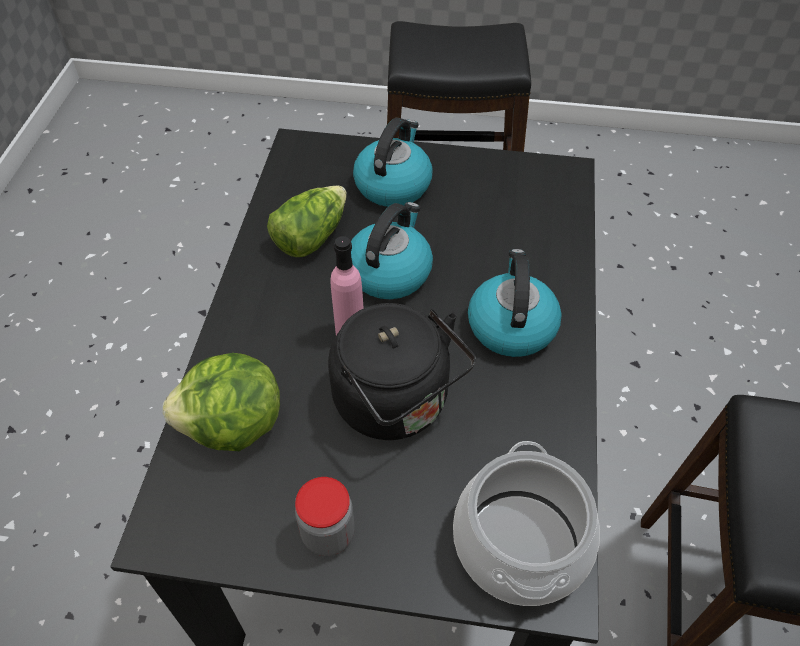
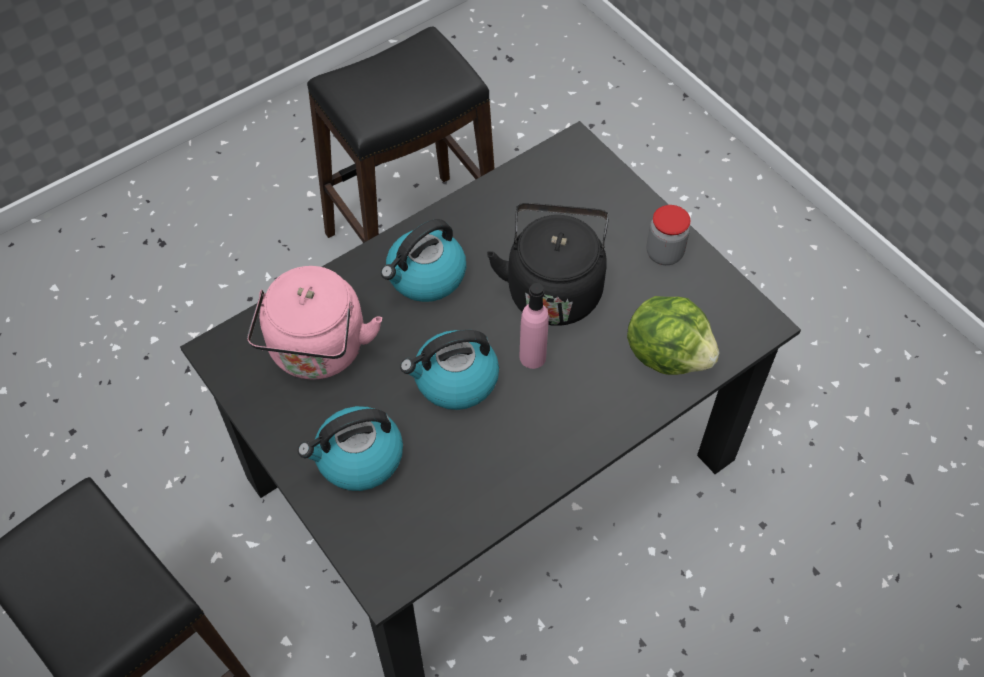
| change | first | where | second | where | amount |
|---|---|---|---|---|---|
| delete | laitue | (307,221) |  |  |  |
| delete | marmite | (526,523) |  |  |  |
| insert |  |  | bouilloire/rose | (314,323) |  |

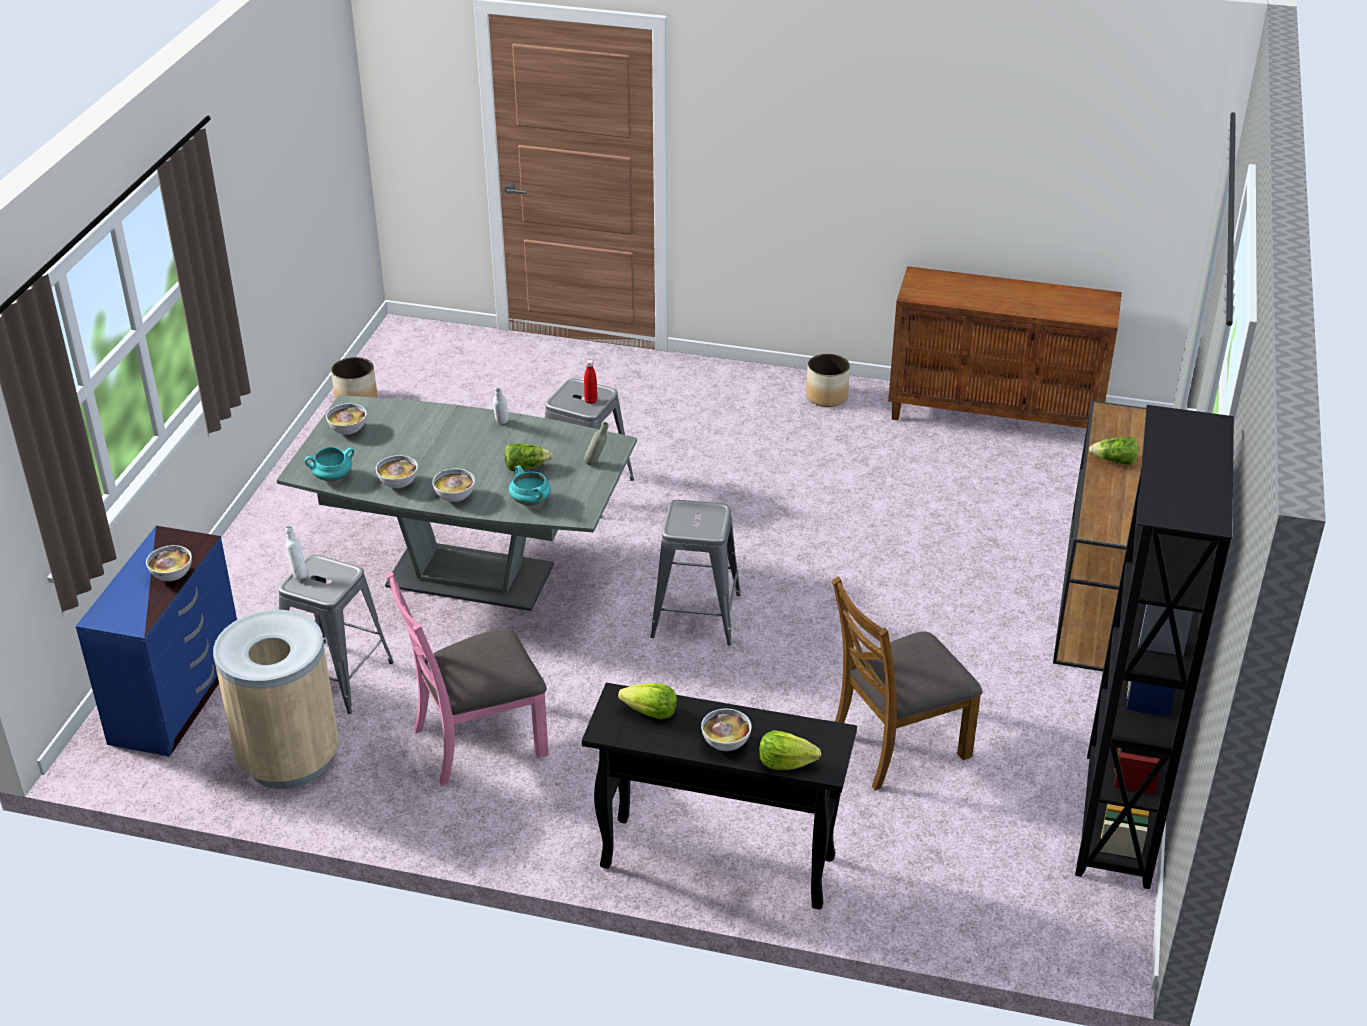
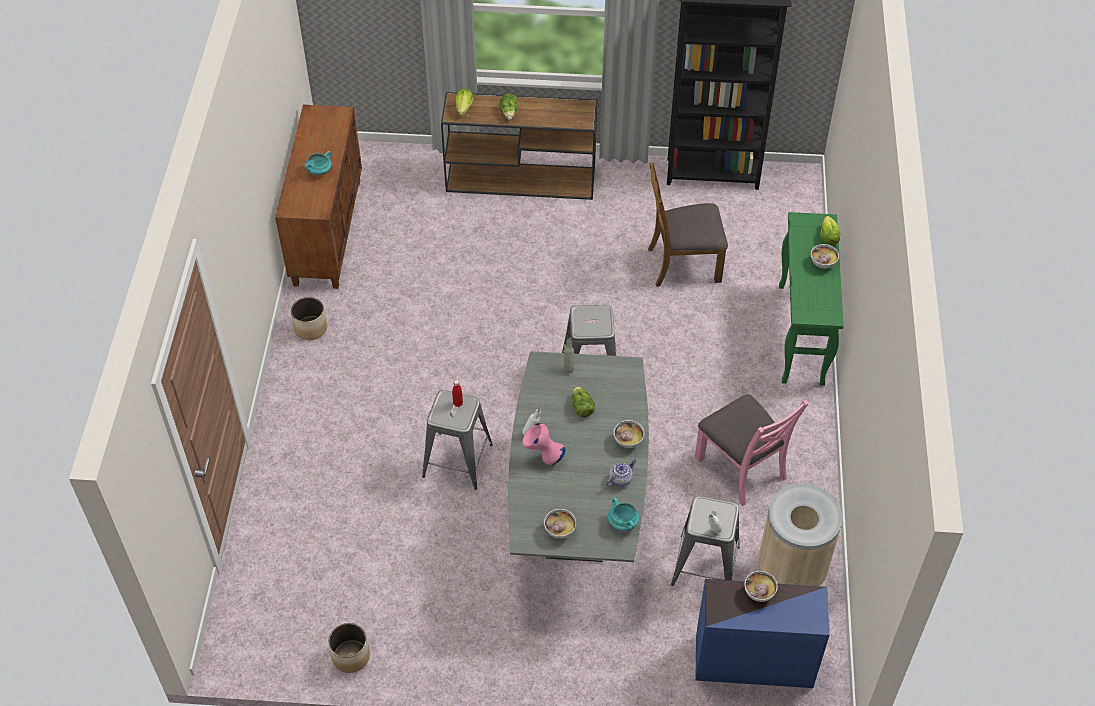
| change | first | where | second | where | amount |
|---|---|---|---|---|---|
| replace | bol | (397,471) | théière | (621,473) |  |
| move | marmite/turquoise | (530,485) |  | (318,163) |  |
| rotate | chaise/marron | (907,684) |  | (688,225) | 120 degrees clockwise |
| recolor | table console/noir | (719,796) | table console/vert | (811,299) |  |
| move | laitue | (647,701) |  | (464,101) |  |
| insert |  |  | vase/rose | (544,444) |  |

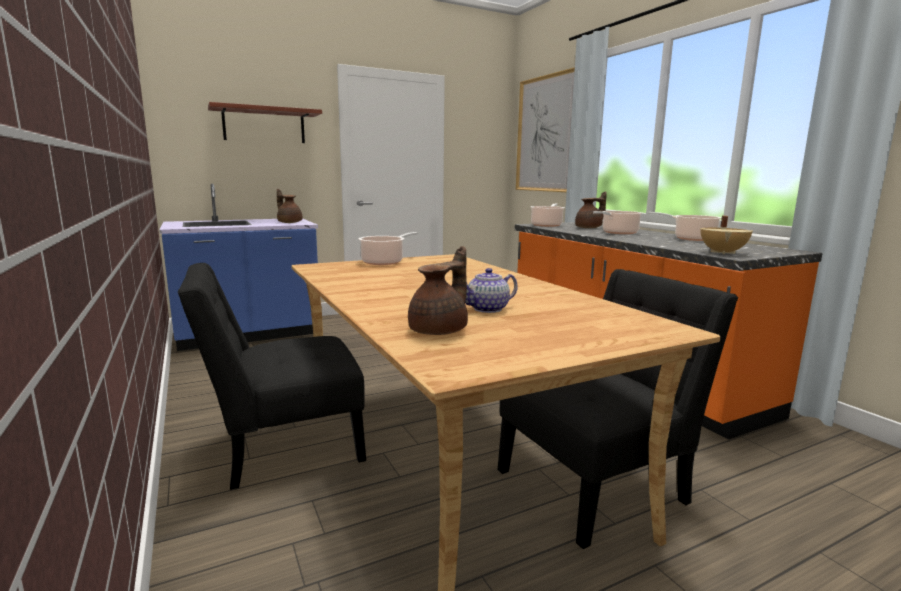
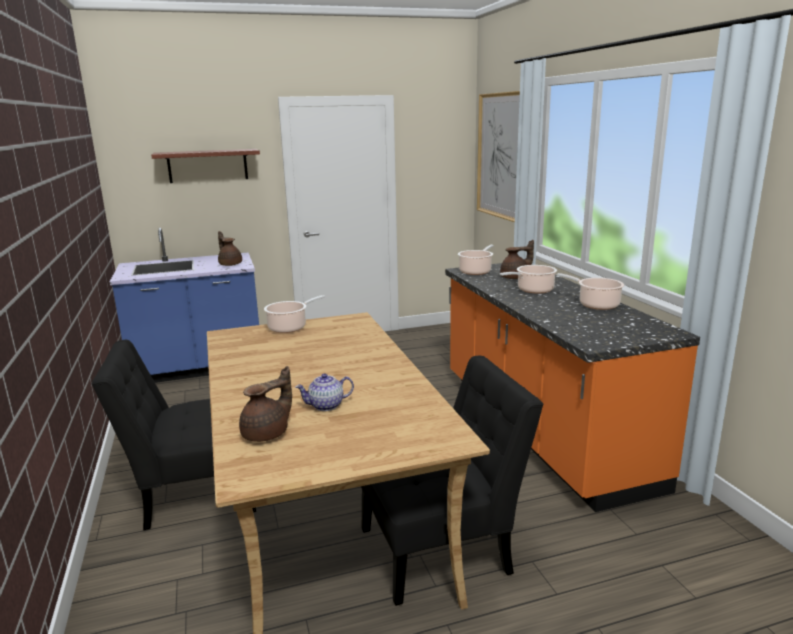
| change | first | where | second | where | amount |
|---|---|---|---|---|---|
| delete | marmite/beige | (726,235) |  |  |  |

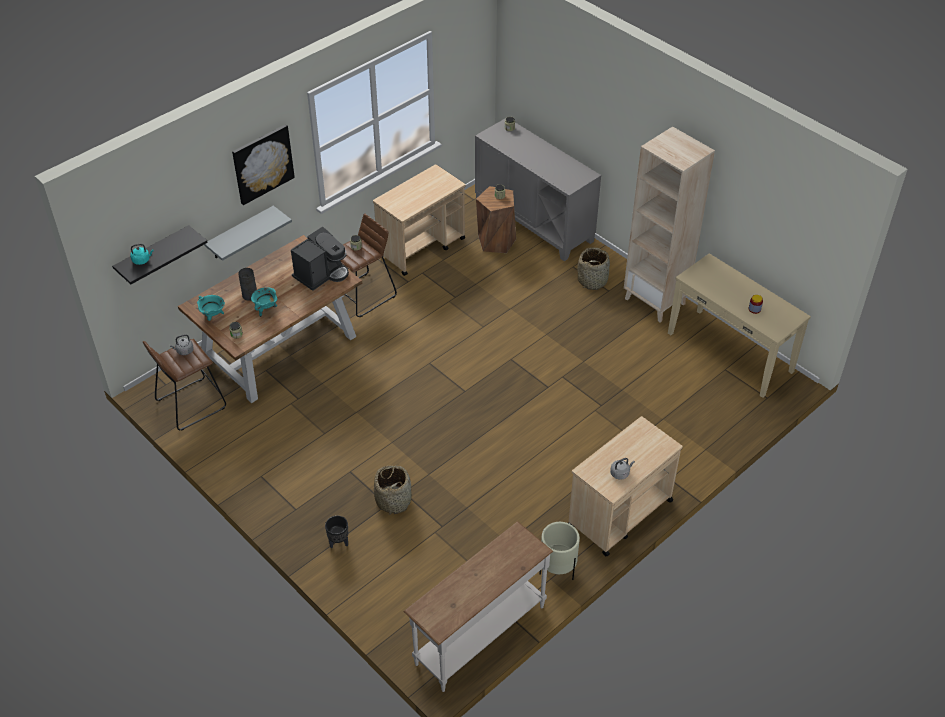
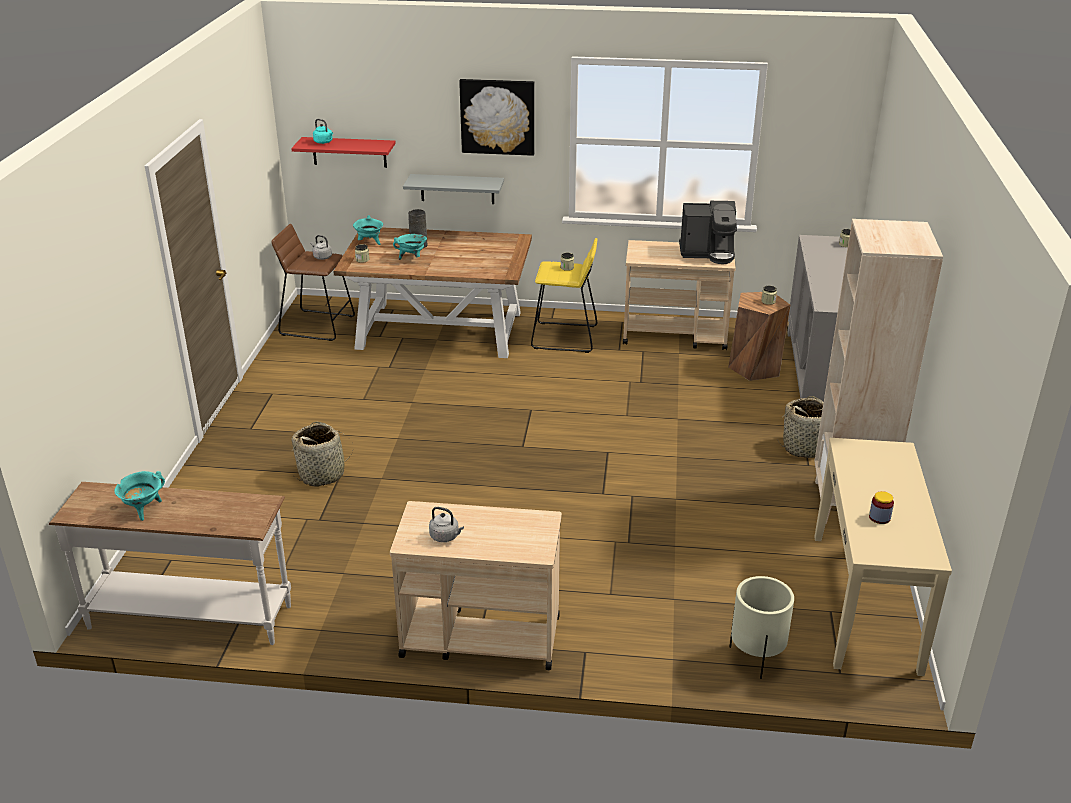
| change | first | where | second | where | amount |
|---|---|---|---|---|---|
| recolor | tabouret/marron | (369,265) | tabouret/jaune | (564,295) |  |
| recolor | étagère/noir | (160,254) | étagère/rouge | (343,152) |  |
| move | machine à café | (320,259) |  | (708,232) |  |
| delete | cache-pot/noir | (336,532) |  |  |  |
| move | cache-pot/beige | (560,551) |  | (762,627) |  |
| insert |  |  | marmite/turquoise | (139,496) |  |

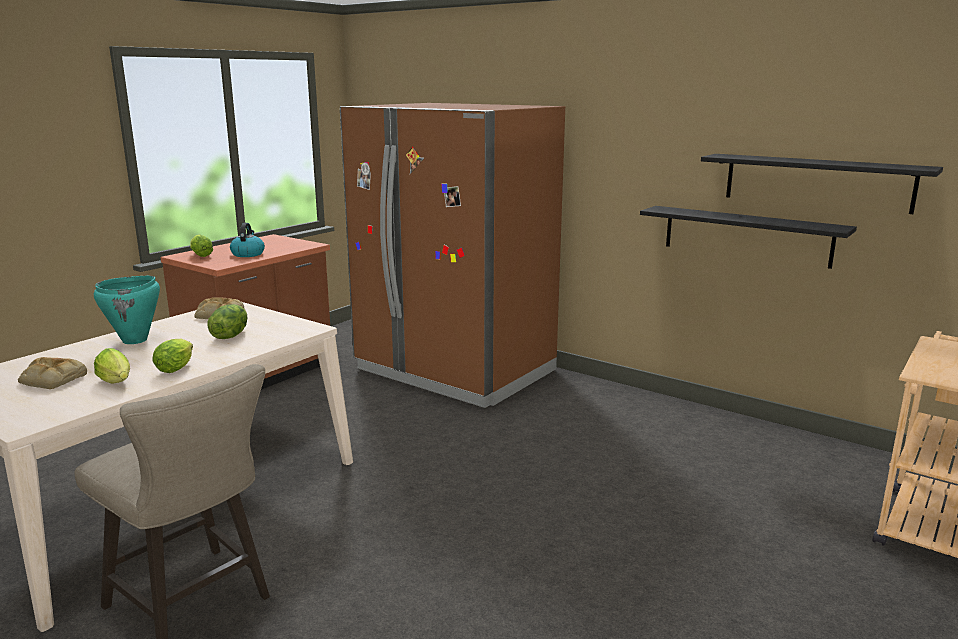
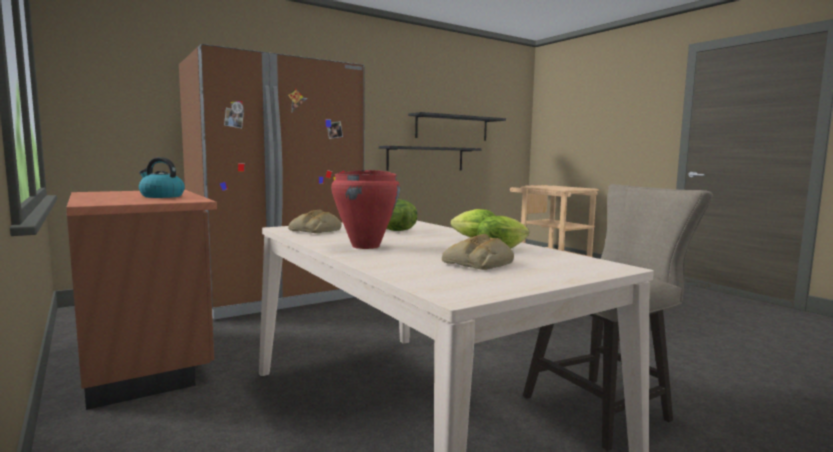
| change | first | where | second | where | amount |
|---|---|---|---|---|---|
| delete | laitue | (201,245) |  |  |  |
| recolor | marmite/turquoise | (127,310) | marmite/rouge | (365,209) |  |

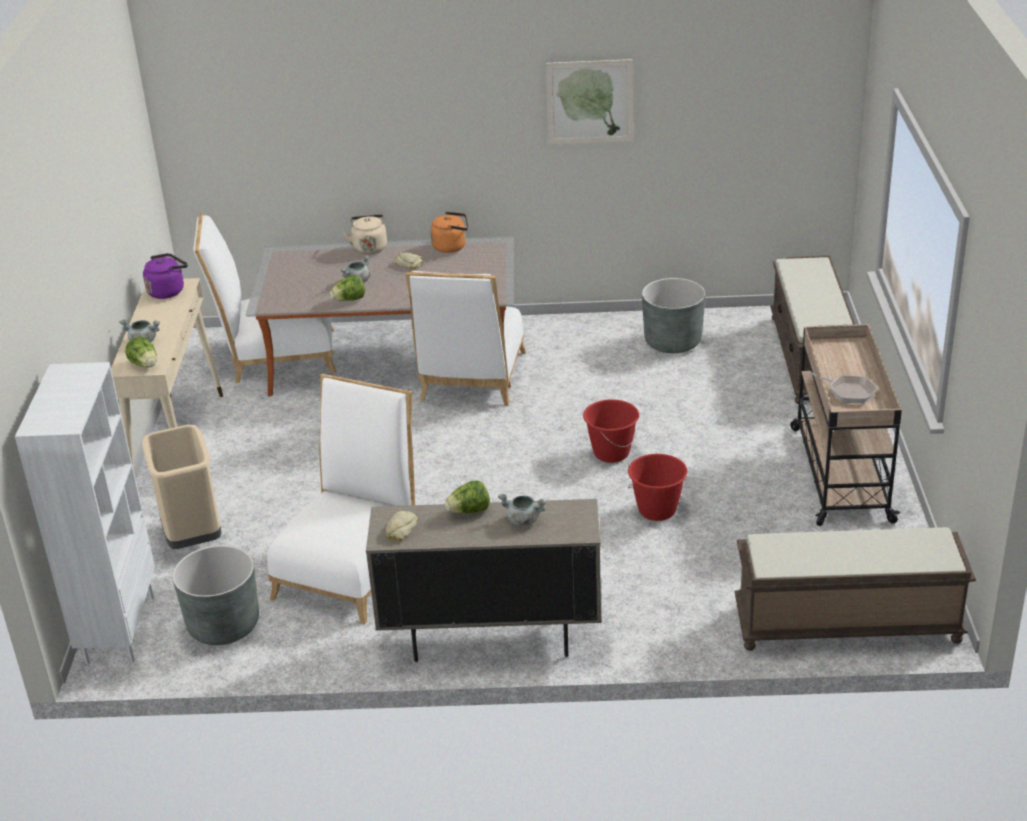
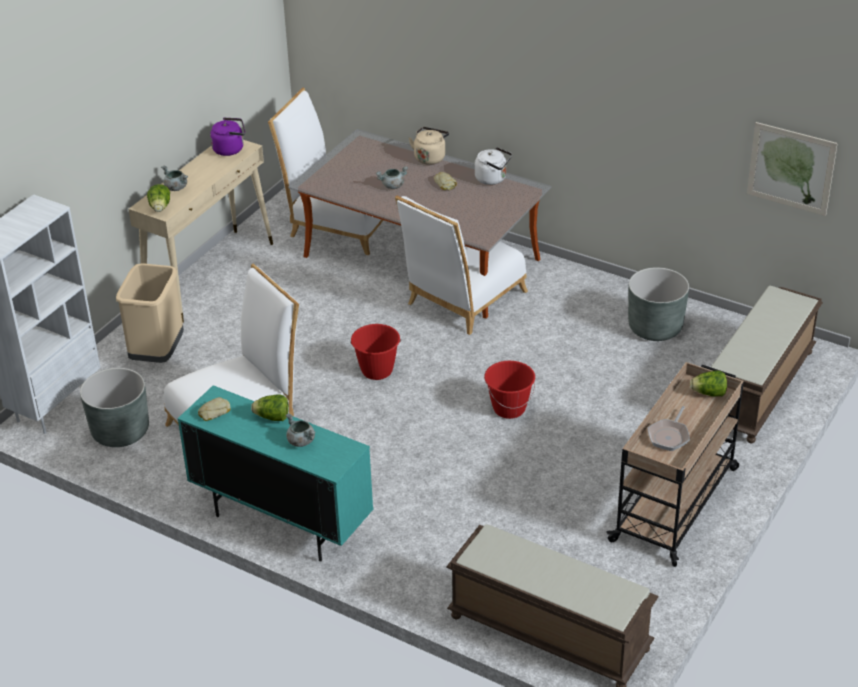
| change | first | where | second | where | amount |
|---|---|---|---|---|---|
| move | tableau | (589,102) |  | (792,169) |  |
| recolor | bouilloire/orange | (449,232) | bouilloire/blanc | (493,166) |  |
| move | laitue | (347,288) |  | (708,383) |  |
| rotate | poêle | (843,387) |  | (669,428) | 45 degrees clockwise |
| move | seau/rouge | (658,487) |  | (375,352) |  |
| recolor | meuble de rangement/beige | (484,580) | meuble de rangement/turquoise | (275,473) |  |

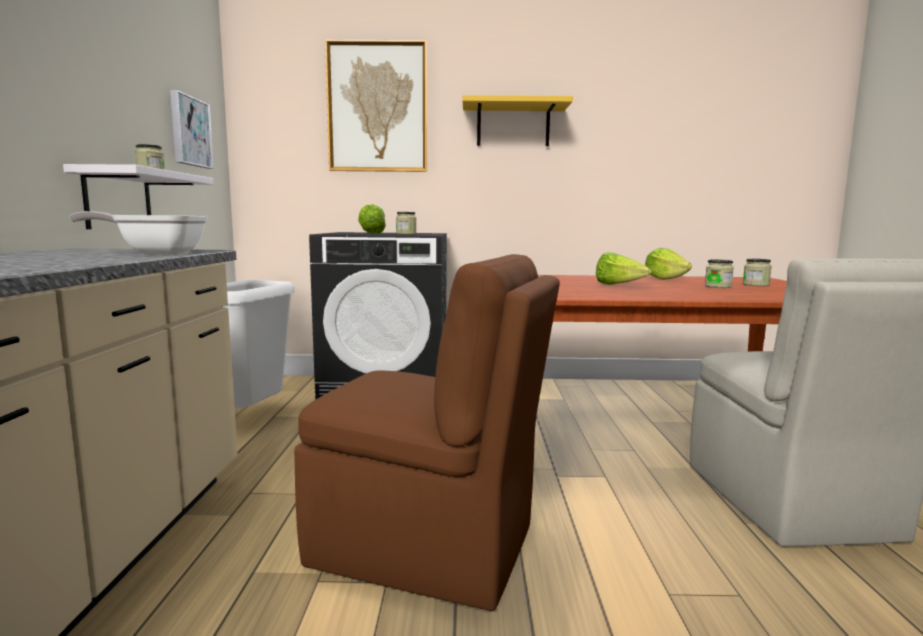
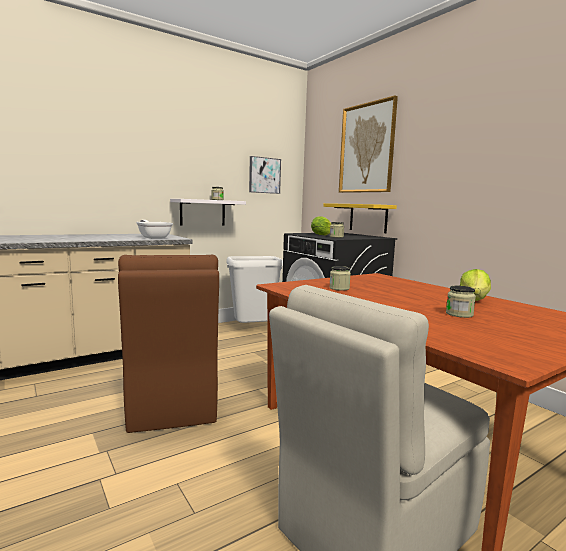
| change | first | where | second | where | amount |
|---|---|---|---|---|---|
| move | étagère/jaune | (517,120) |  | (360,218) |  |
| delete | laitue | (623,268) |  |  |  |
| move | bocal | (757,272) |  | (340,278) |  |

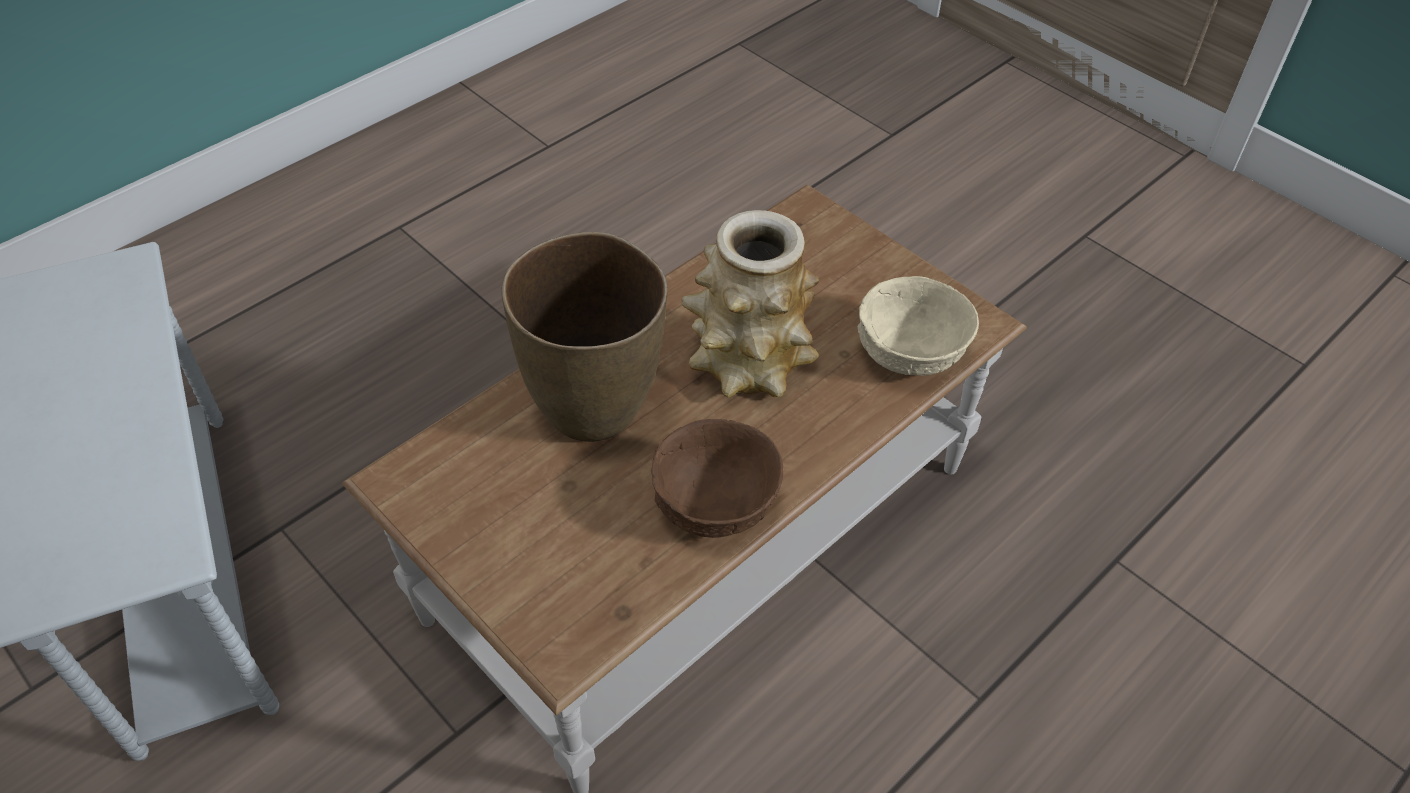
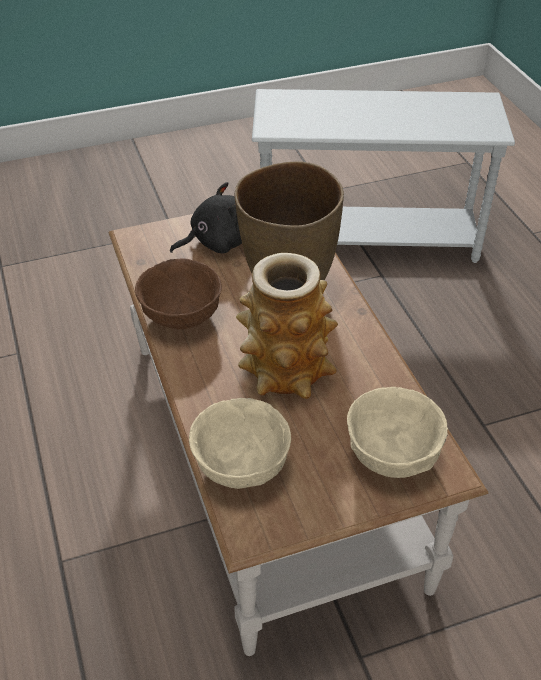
| change | first | where | second | where | amount |
|---|---|---|---|---|---|
| insert |  |  | peluche/noir | (206,218) |  |
| insert |  |  | bol/beige | (397,432) |  |

